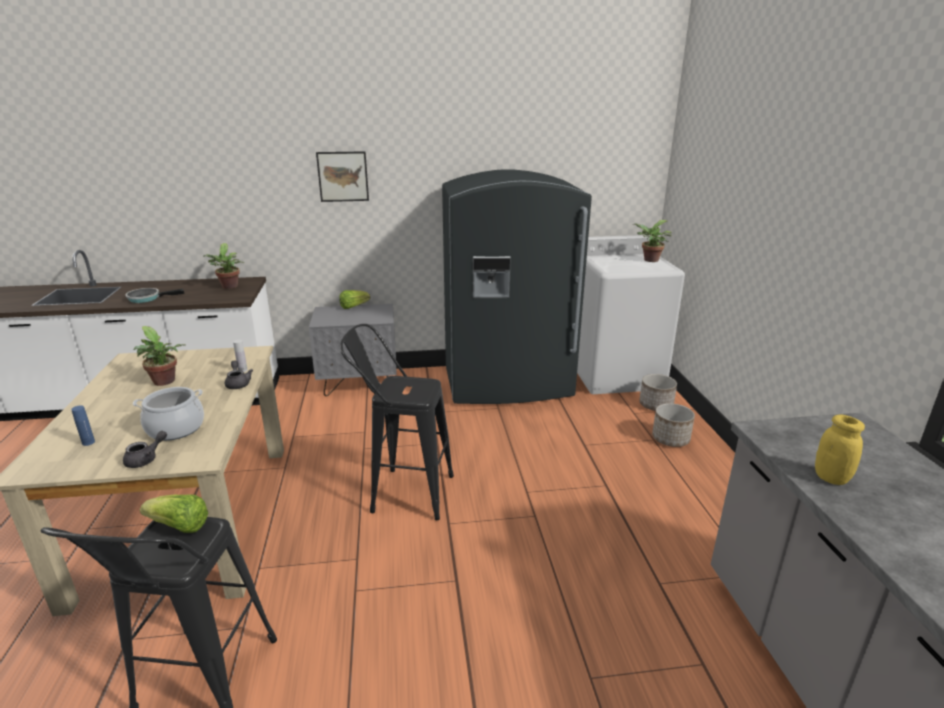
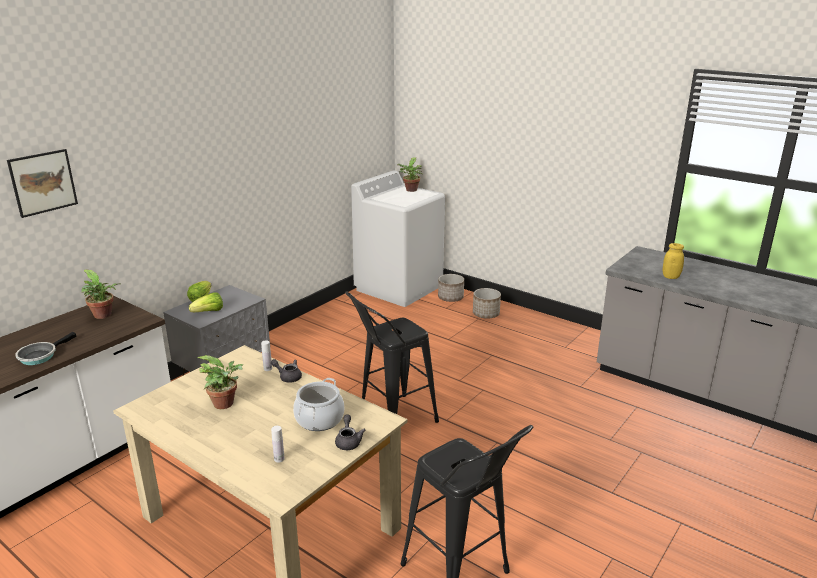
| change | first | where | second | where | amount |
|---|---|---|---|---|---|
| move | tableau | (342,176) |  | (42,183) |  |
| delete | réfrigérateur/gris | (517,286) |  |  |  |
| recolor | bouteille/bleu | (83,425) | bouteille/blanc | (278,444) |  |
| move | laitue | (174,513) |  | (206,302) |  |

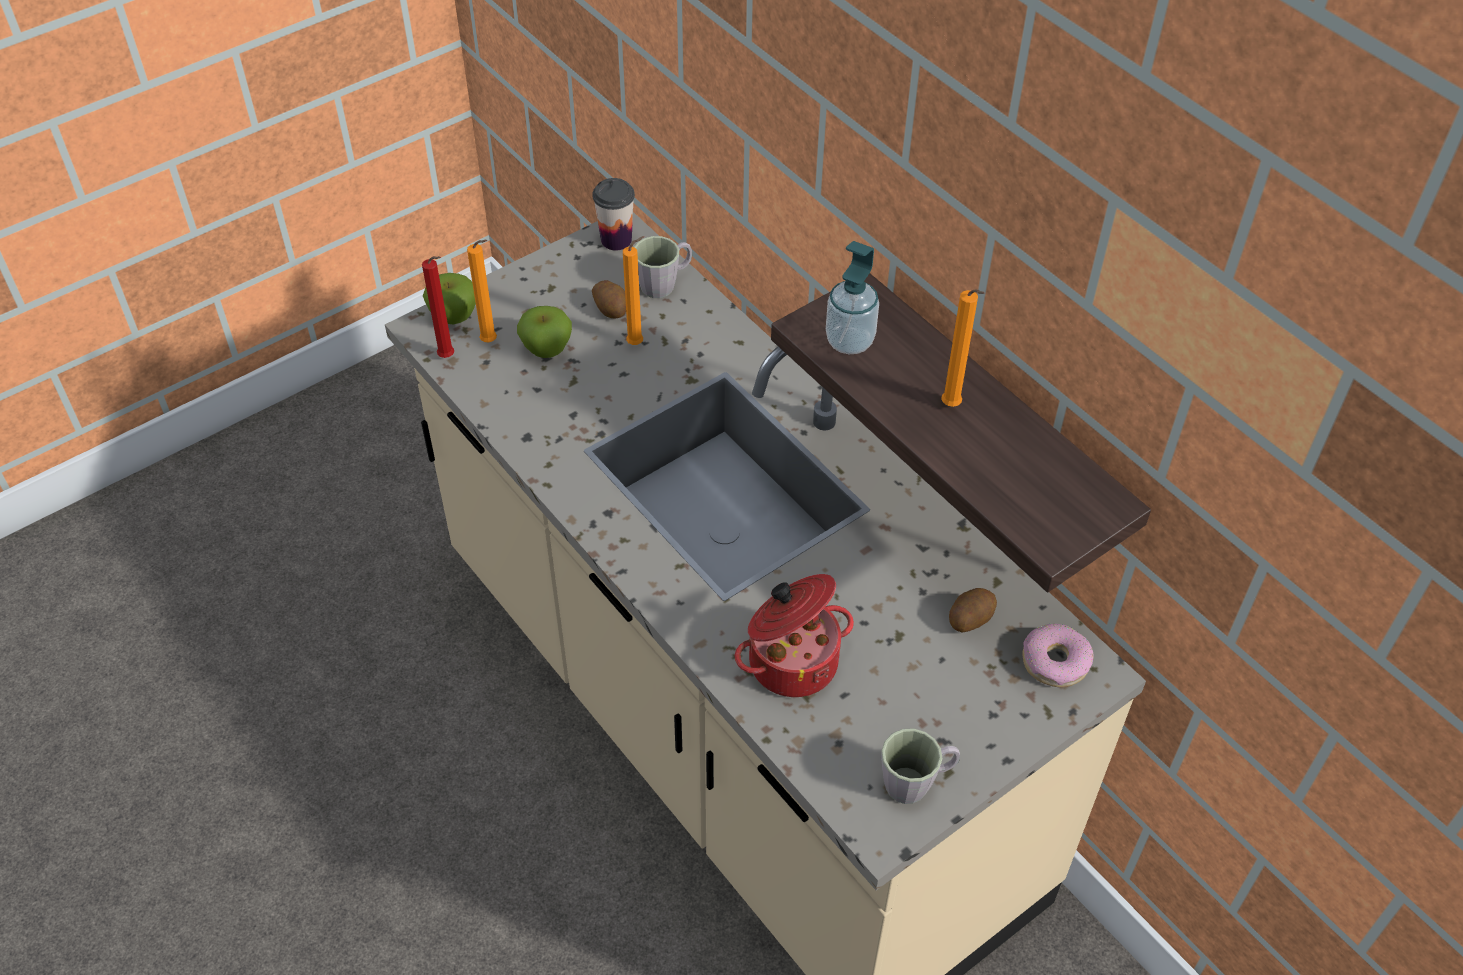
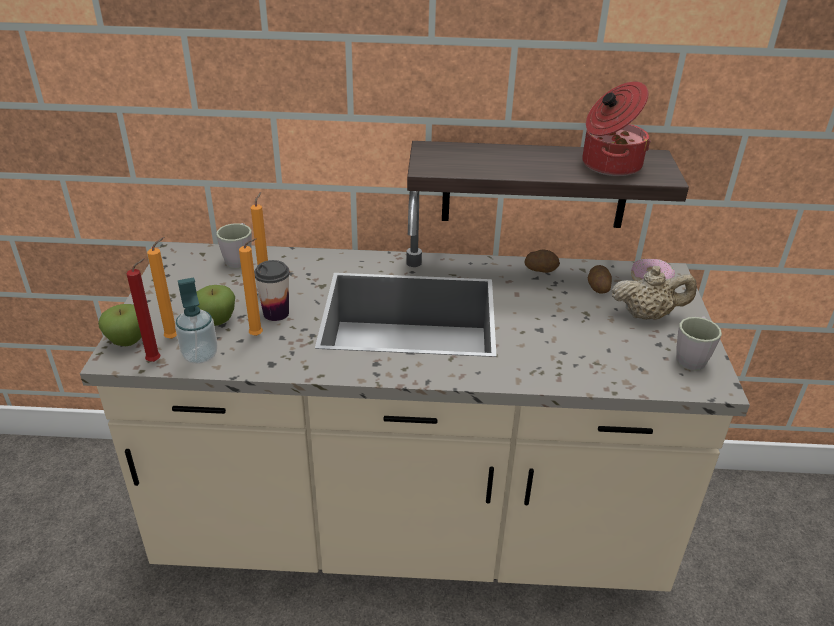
| change | first | where | second | where | amount |
|---|---|---|---|---|---|
| move | tasse | (614,214) |  | (272,290) |  |
| move | distributeur de savon | (852,297) |  | (196,320) |  |
| move | pomme de terre | (609,299) |  | (542,261) |  |
| move | bougie/orange | (963,348) |  | (251,287) |  |
| move | marmite | (794,635) |  | (616,128) |  |
| insert |  |  | théière/beige | (654,293) |  |

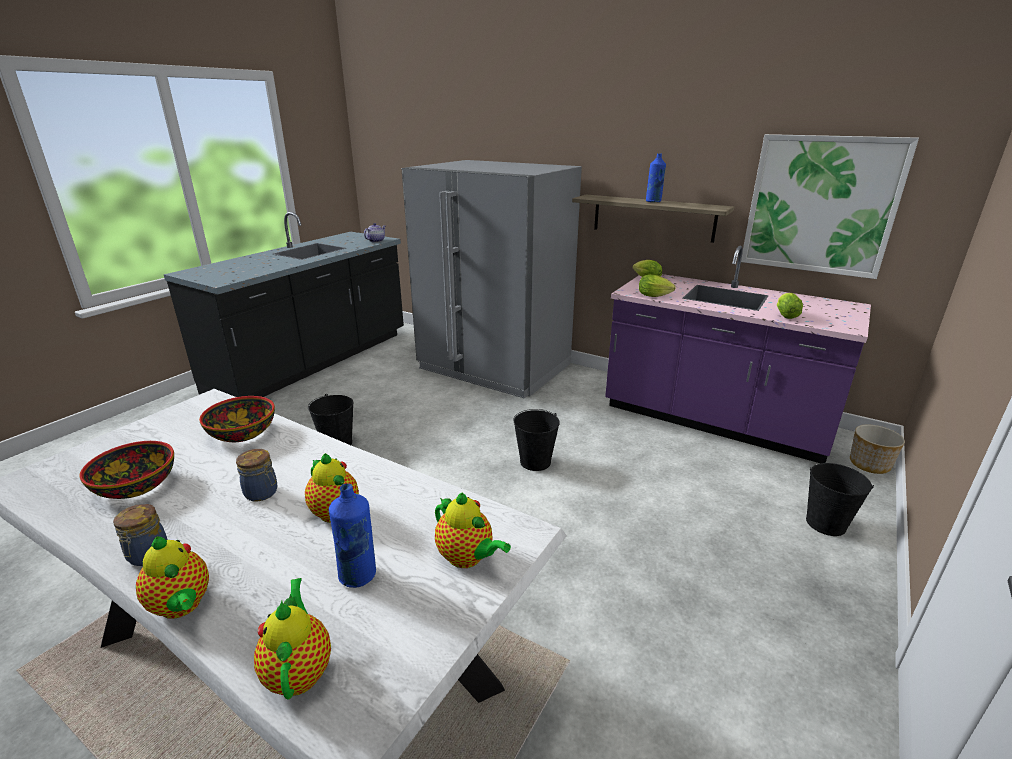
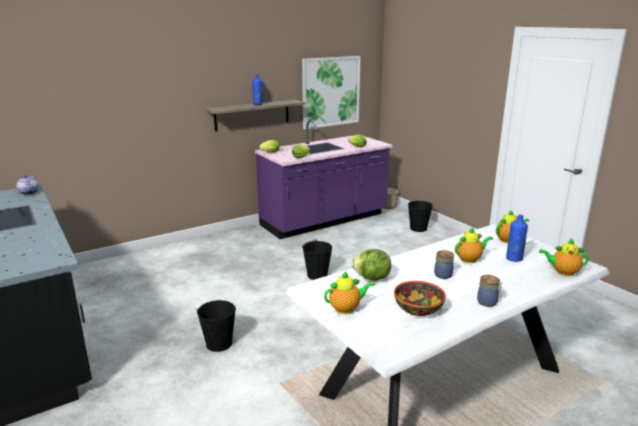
| change | first | where | second | where | amount |
|---|---|---|---|---|---|
| delete | réfrigérateur/gris | (492,279) |  |  |  |
| replace | bol | (237,419) | laitue | (371,265) |  |
| move | théière | (172,577) |  | (349,293) |  |

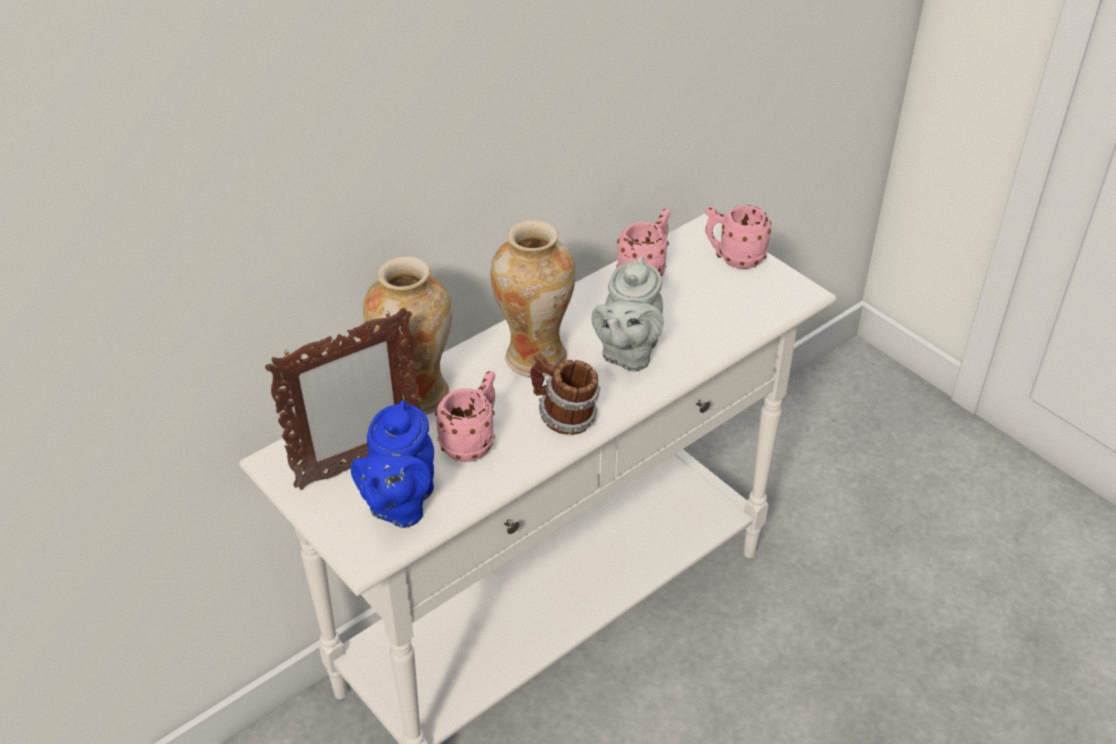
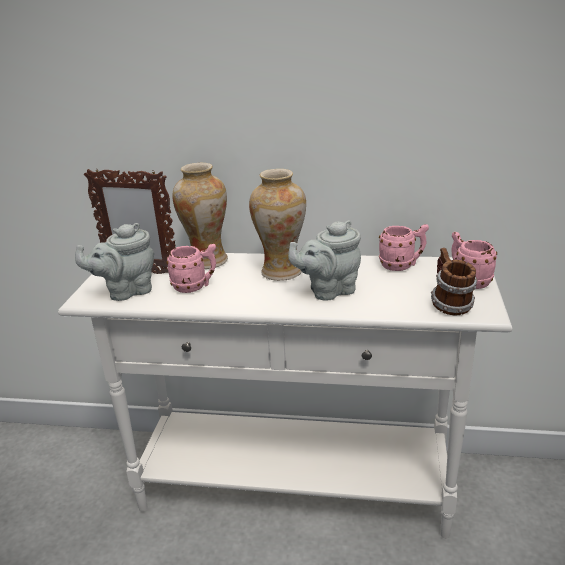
| change | first | where | second | where | amount |
|---|---|---|---|---|---|
| move | mug | (565,393) |  | (454,282) |  |
| recolor | théière/bleu | (392,464) | théière/gris | (114,262) |  |

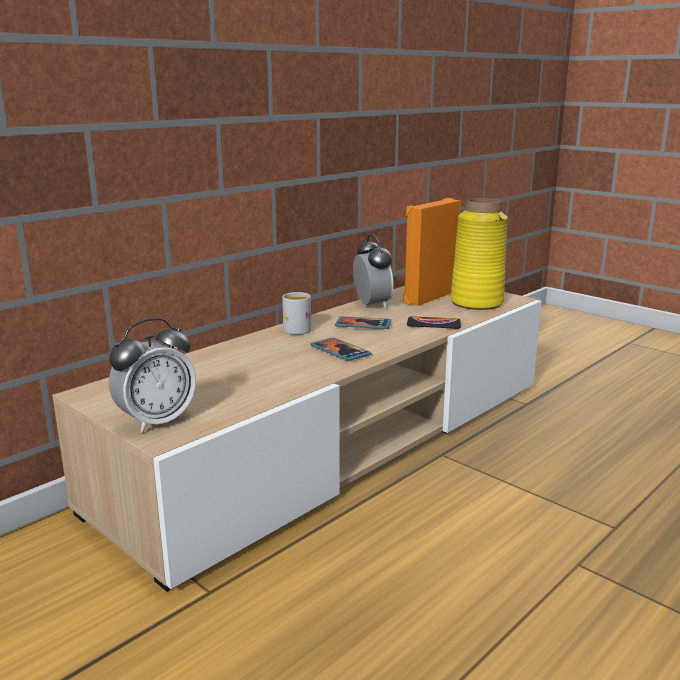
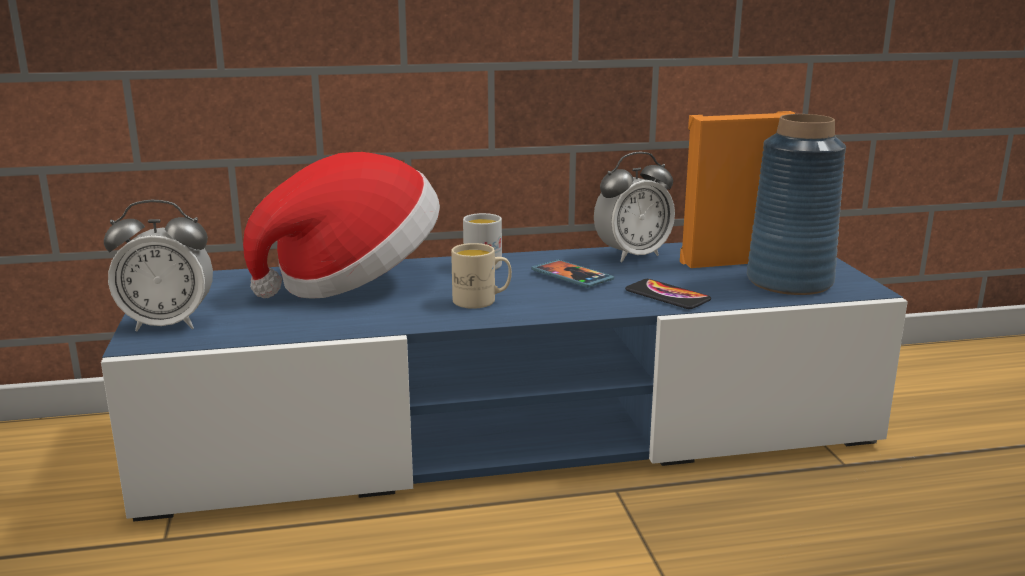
| change | first | where | second | where | amount |
|---|---|---|---|---|---|
| recolor | vase/jaune | (479,254) | vase/bleu | (796,204) |  |
| rotate | réveil | (373,271) |  | (634,207) | 45 degrees clockwise |
| recolor | meuble télé/beige | (297,439) | meuble télé/bleu | (504,382) |  |
| replace | téléphone | (341,349) | mug/beige | (481,276) |  |
| insert |  |  | chapeau | (341,225) |  |

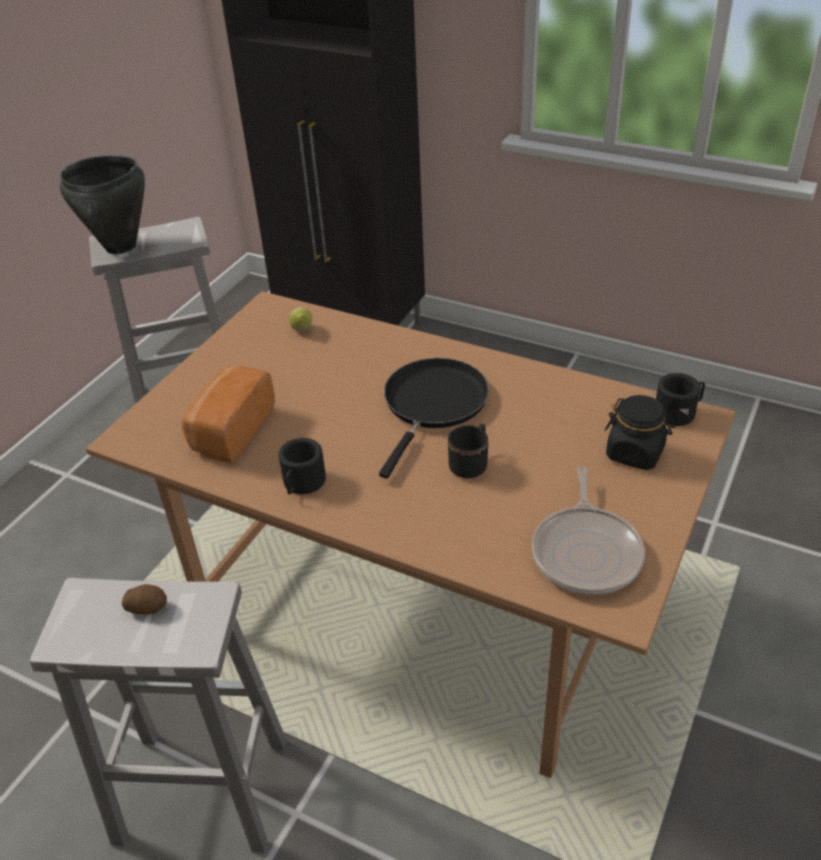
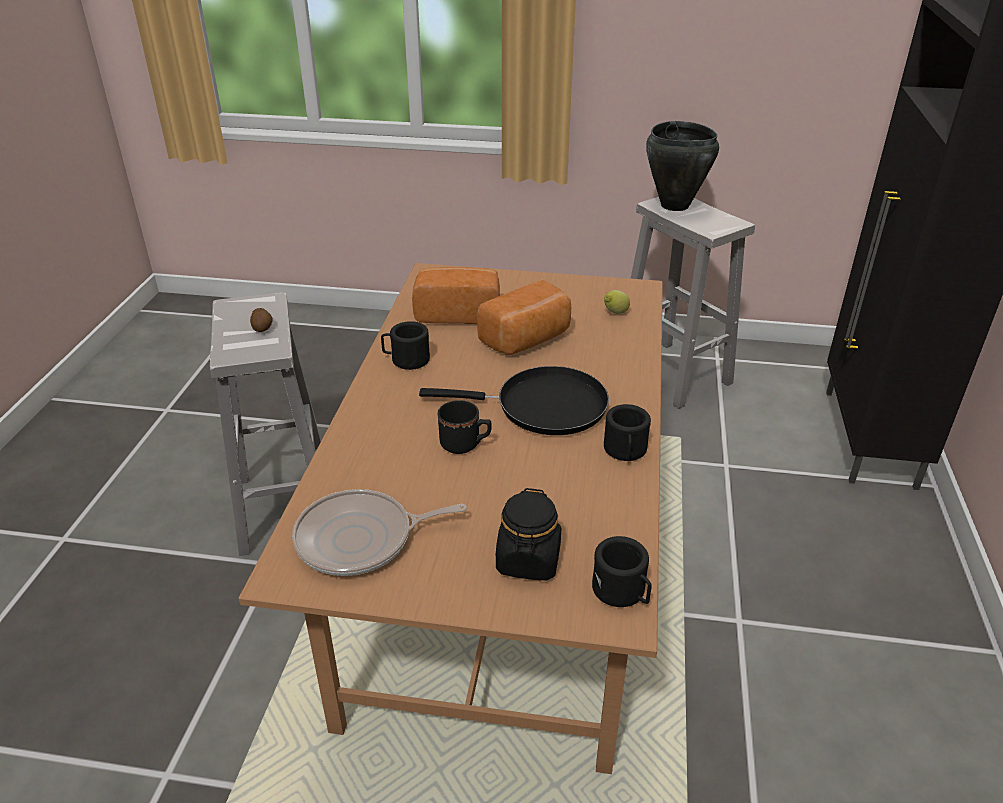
| change | first | where | second | where | amount |
|---|---|---|---|---|---|
| insert |  |  | pain | (524,317) |  |
| insert |  |  | mug/noir | (627,432) |  |

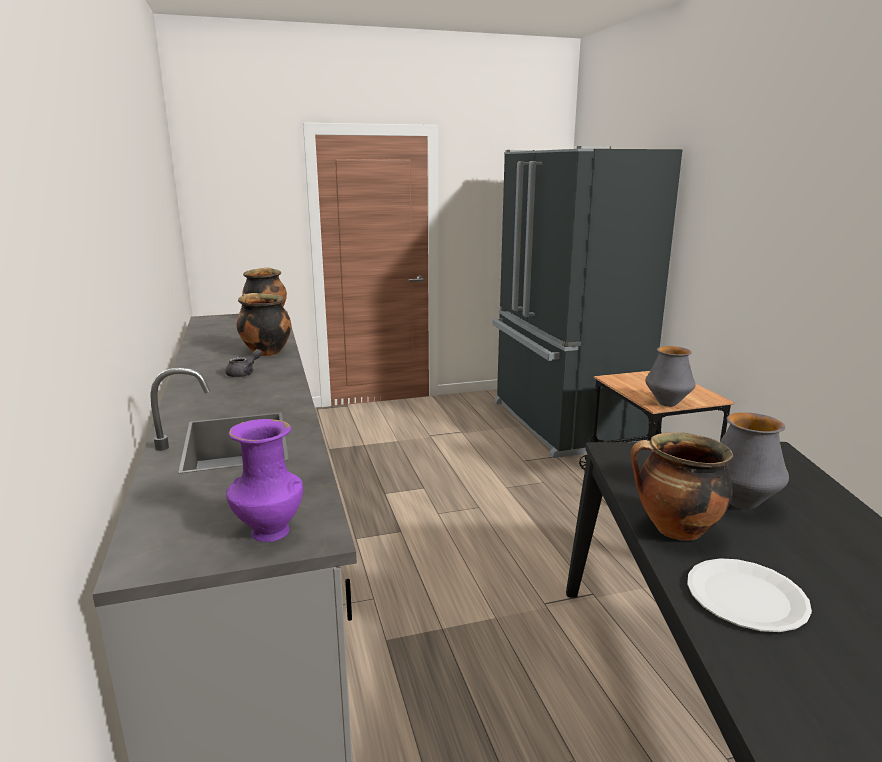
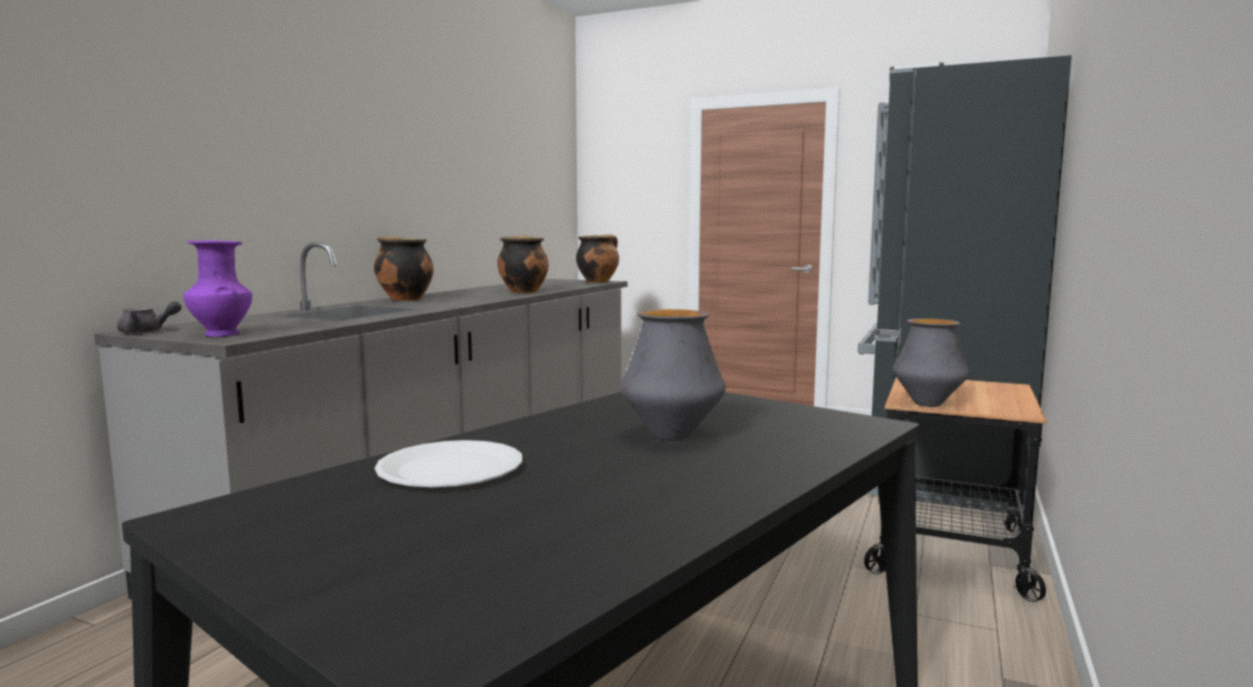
| change | first | where | second | where | amount |
|---|---|---|---|---|---|
| move | théière/gris | (243,363) |  | (149,317) |  |
| move | marmite | (682,486) |  | (404,268) |  |

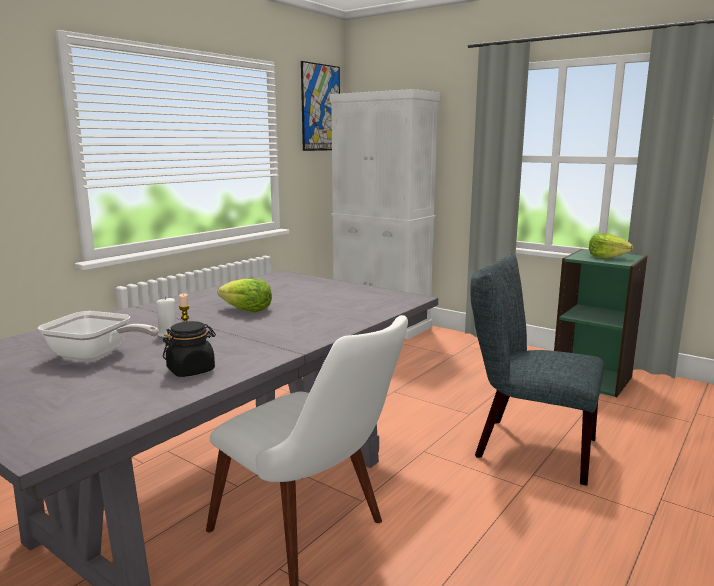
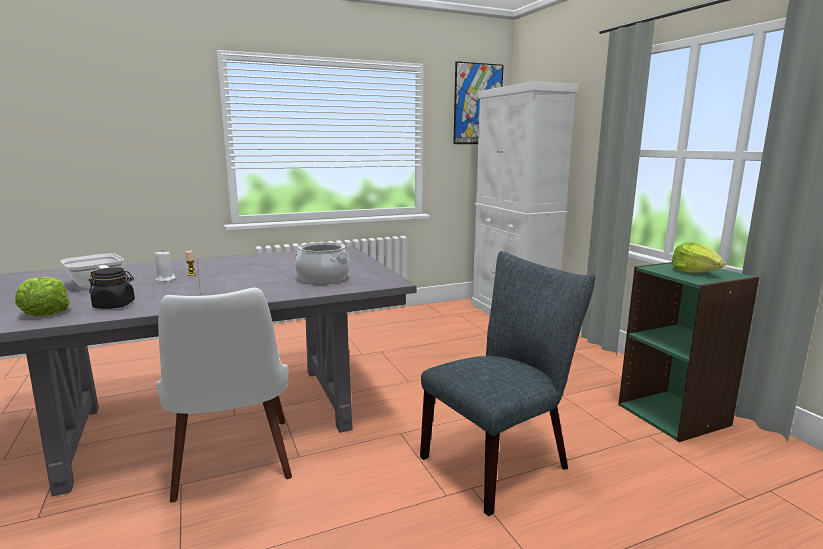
| change | first | where | second | where | amount |
|---|---|---|---|---|---|
| rotate | chaise/gris | (537,370) |  | (507,383) | 90 degrees clockwise |
| move | laitue | (245,295) |  | (42,296) |  |
| insert |  |  | marmite | (322,263) |  |

